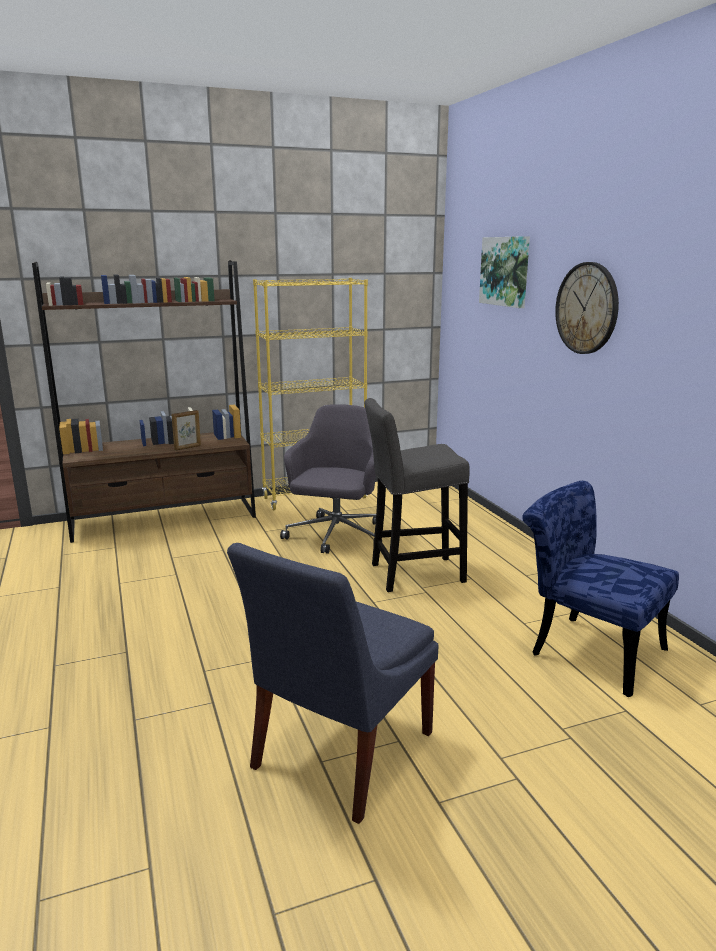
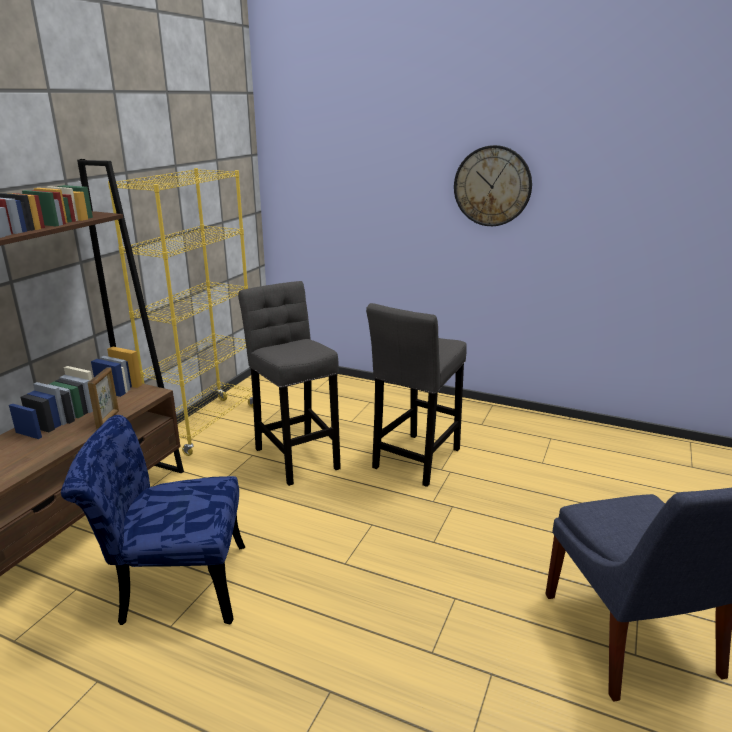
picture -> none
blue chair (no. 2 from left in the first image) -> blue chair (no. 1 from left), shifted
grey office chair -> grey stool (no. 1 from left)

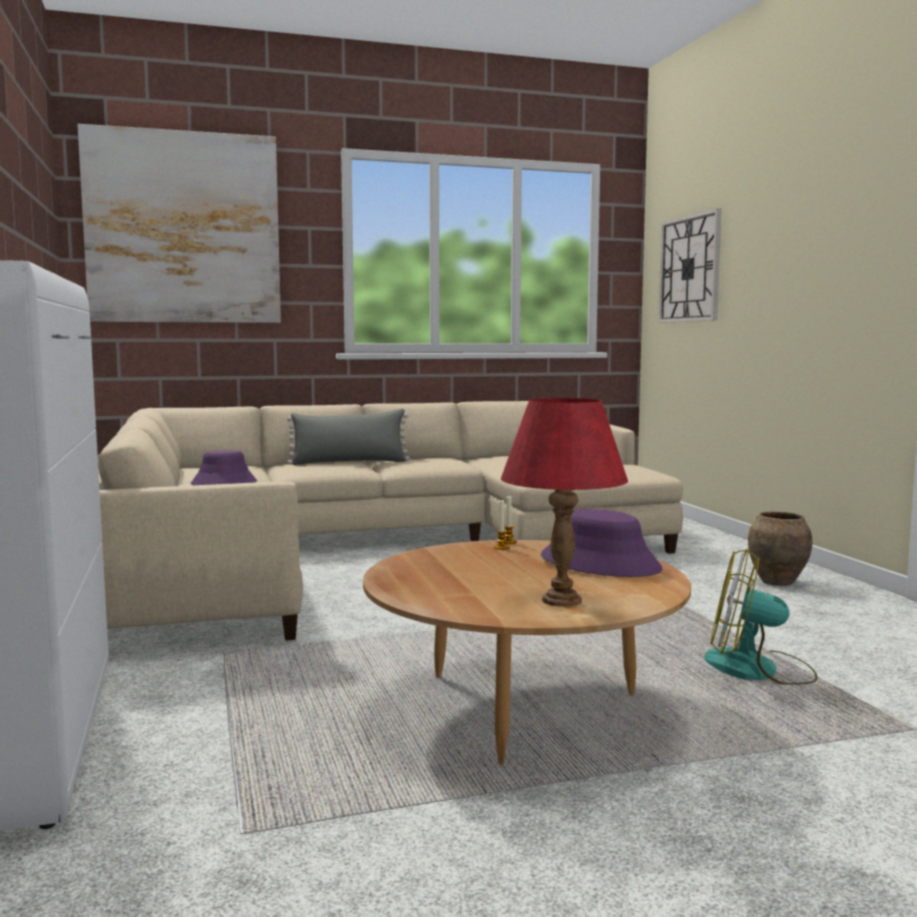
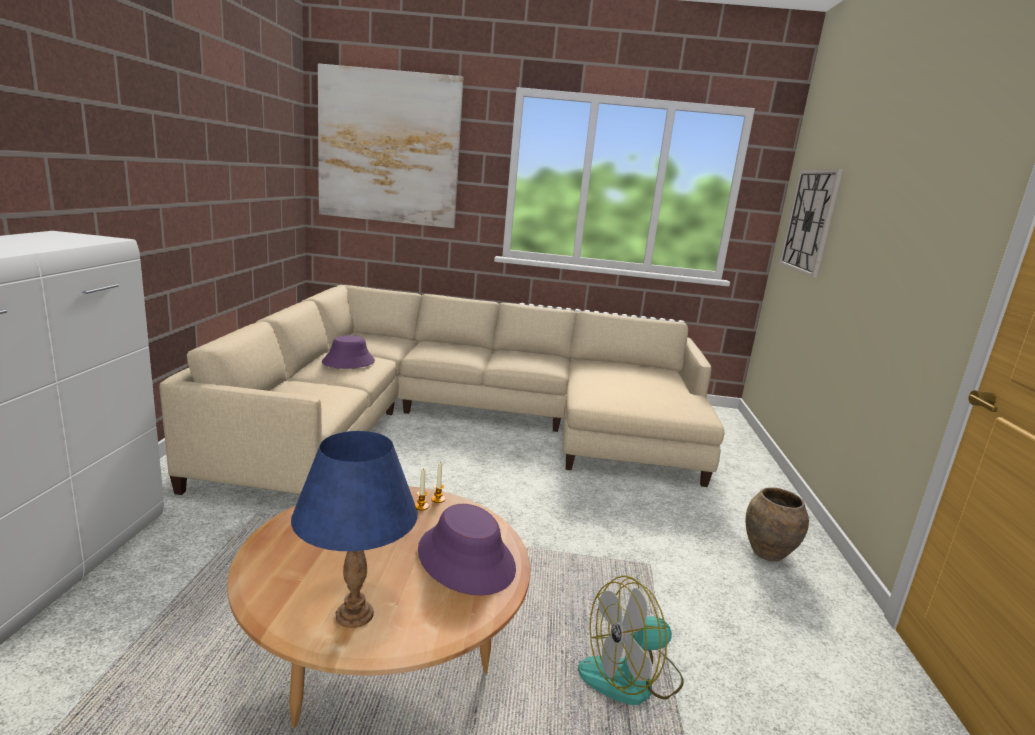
grey pillow -> none
red table lamp -> blue table lamp
fan, 60 degrees counterclockwise

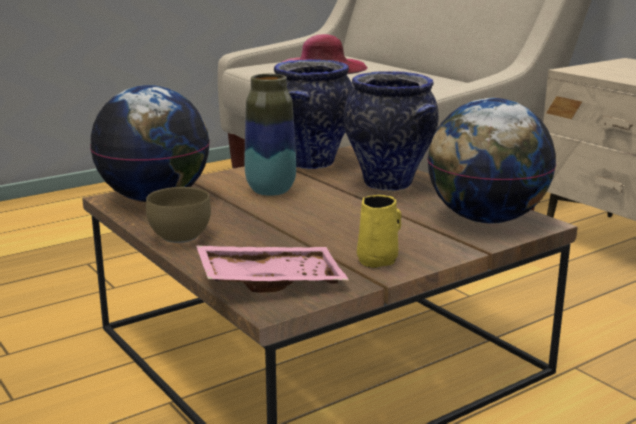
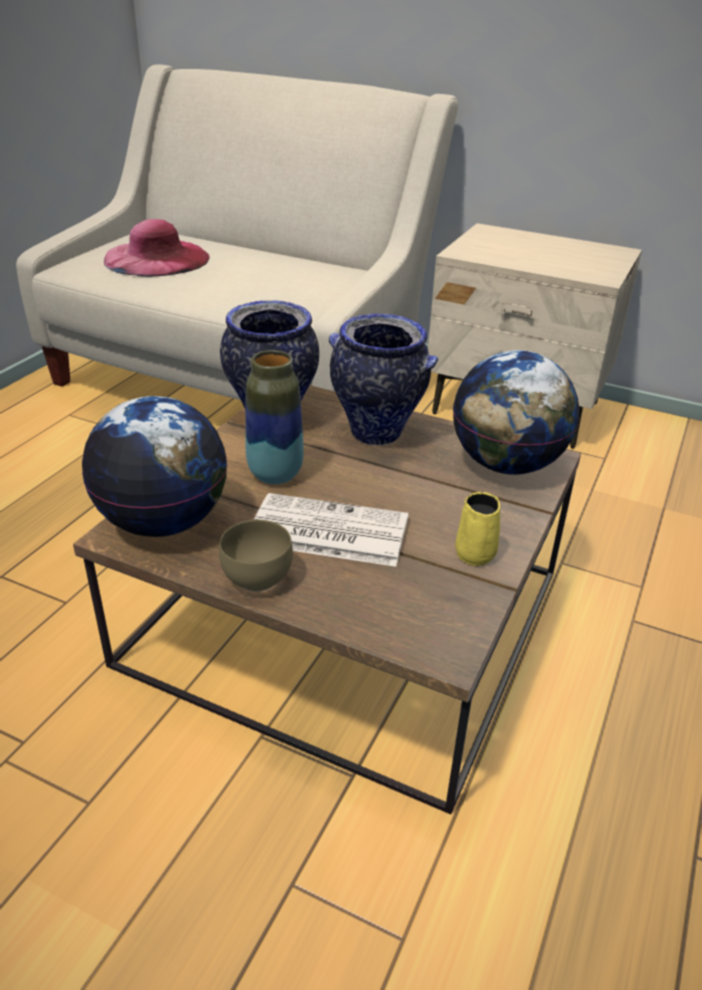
pink tray -> none
none -> newspaper

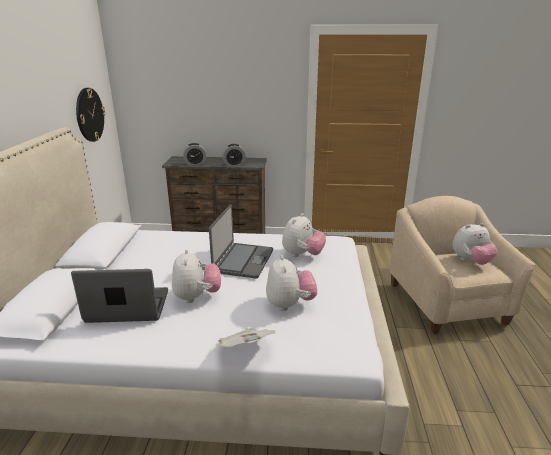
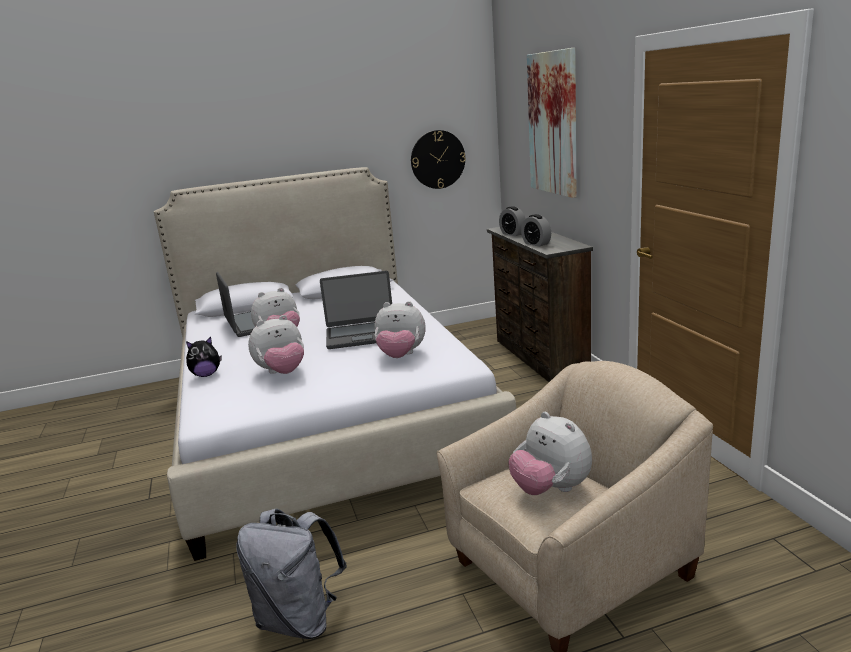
none -> grey backpack
none -> picture
newspaper -> plush toy (no. 1 from left)

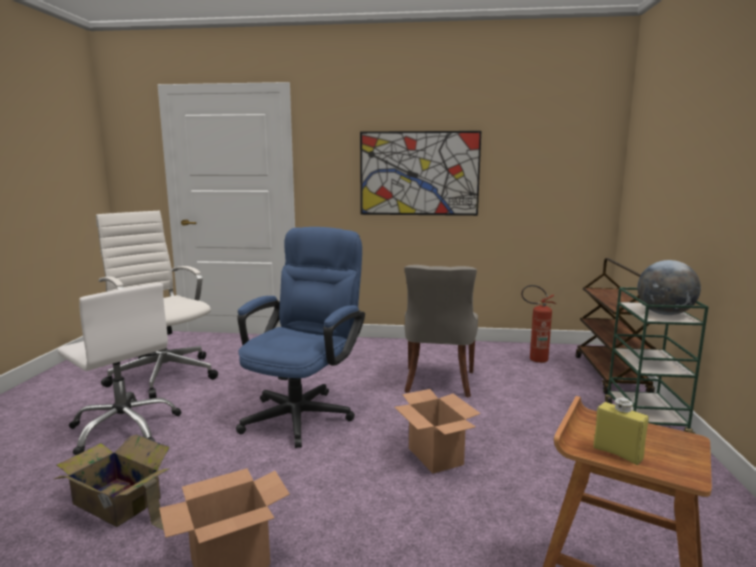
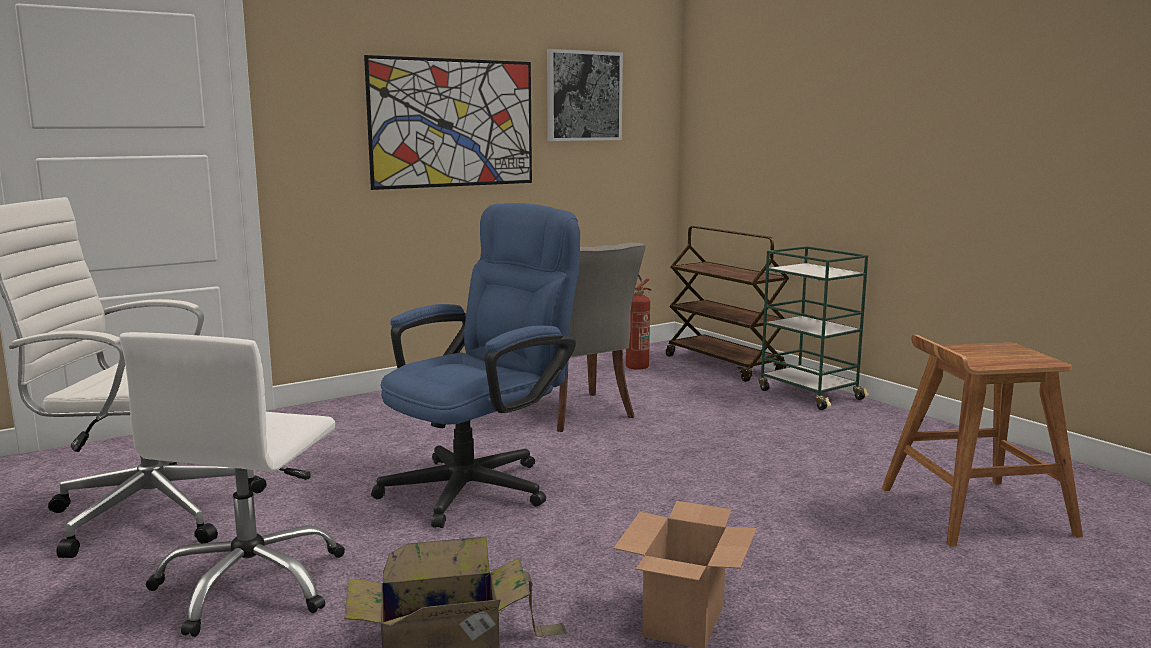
cardboard box (no. 3 from left) -> none
yellow bottle -> none
globe -> none
none -> picture (no. 2 from left)
white office chair (no. 1 from left in the first image) -> white office chair (no. 2 from left), 105 degrees clockwise
blue office chair, 60 degrees clockwise

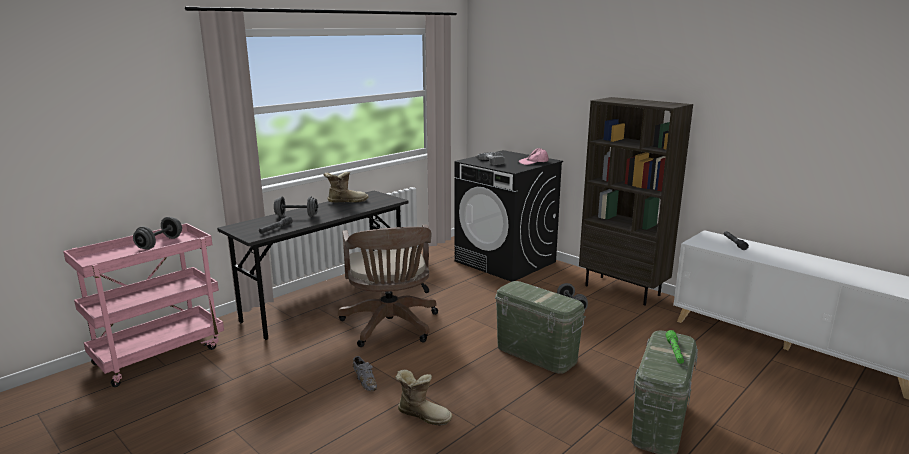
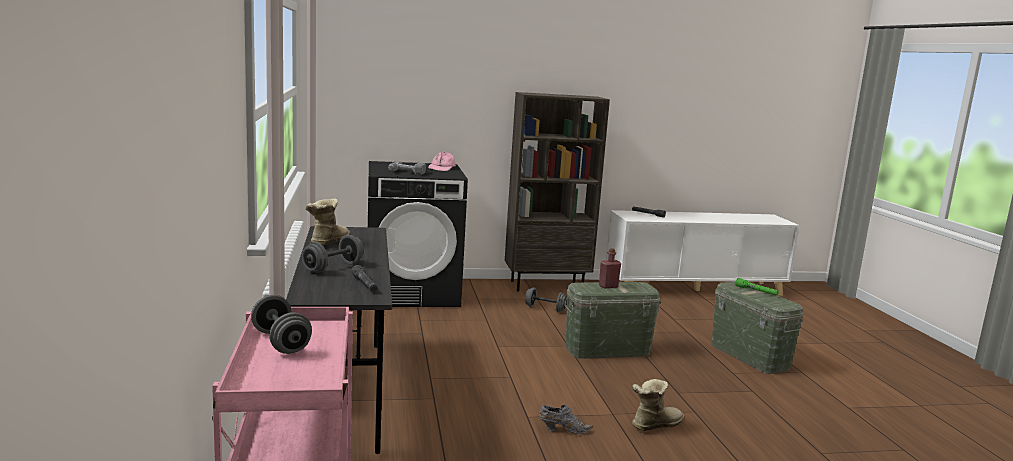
brown office chair -> none
none -> red bottle

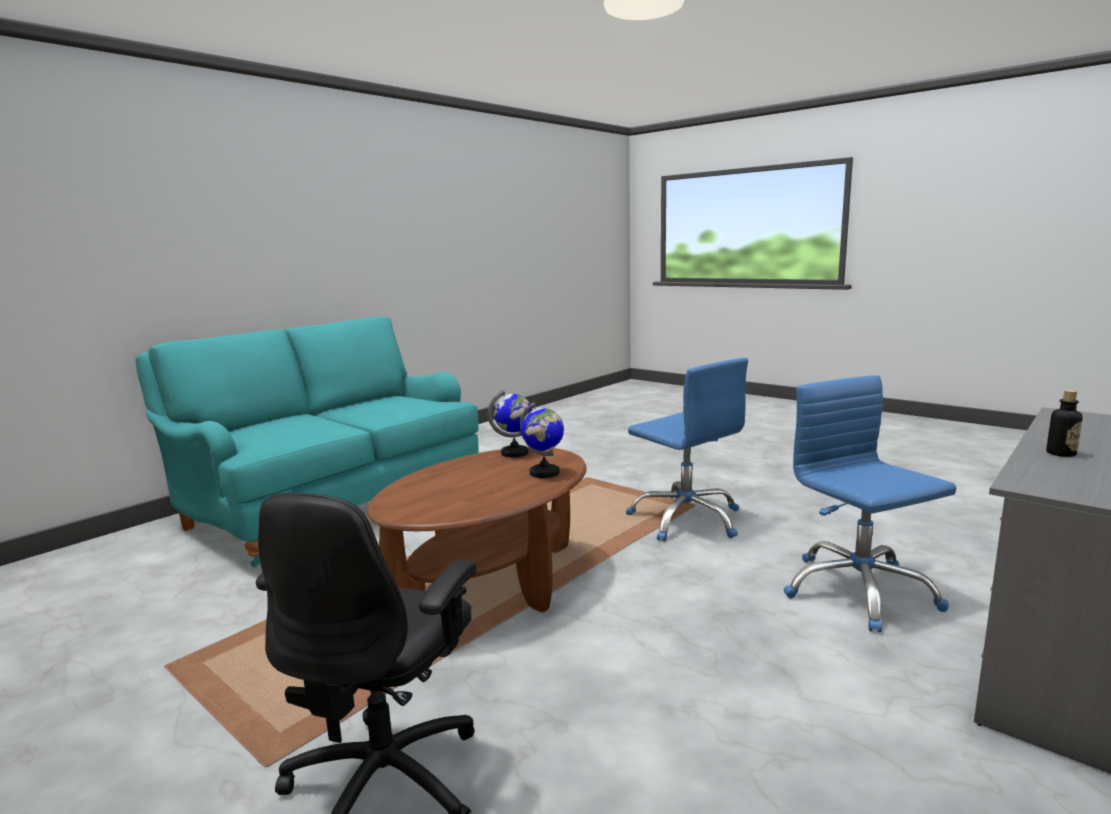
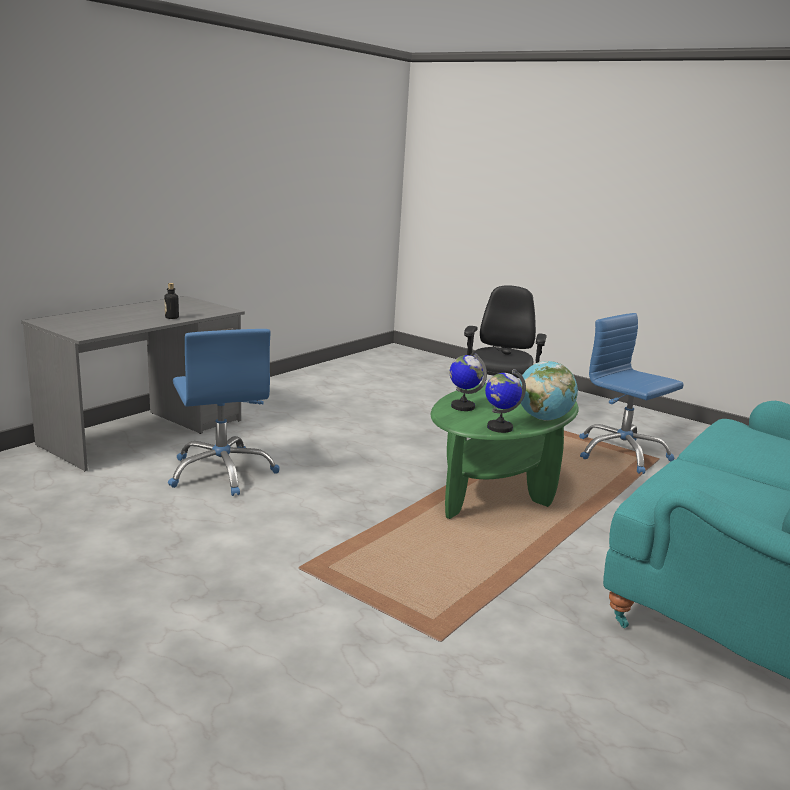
none -> globe (no. 3 from left)
blue office chair (no. 1 from left in the first image) -> blue office chair (no. 2 from left), shifted
brown coffee table -> green coffee table

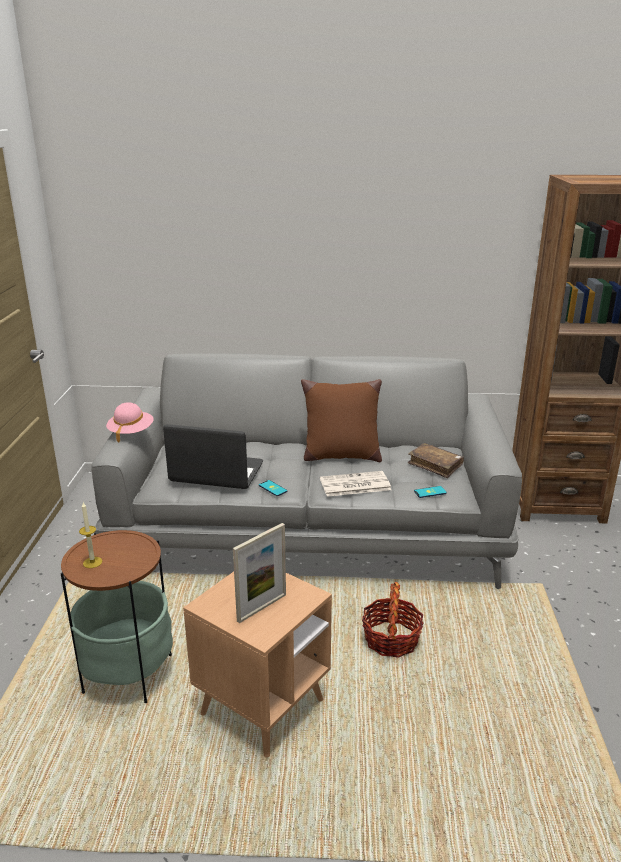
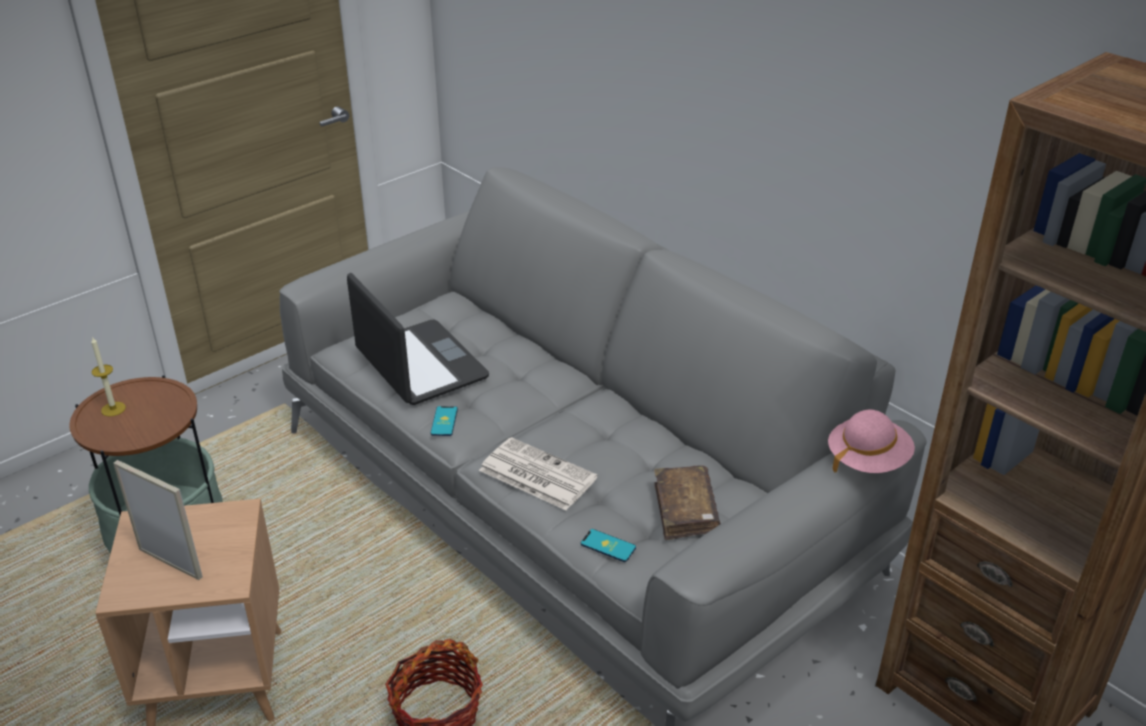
brown pillow -> none
pink hat, shifted
picture frame, 150 degrees counterclockwise

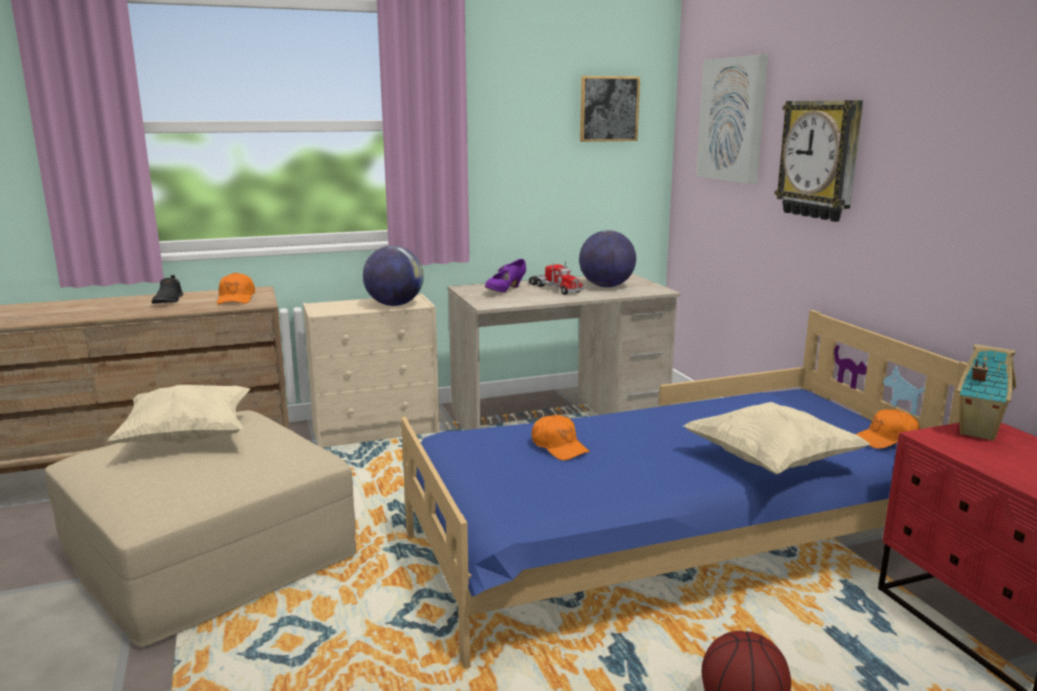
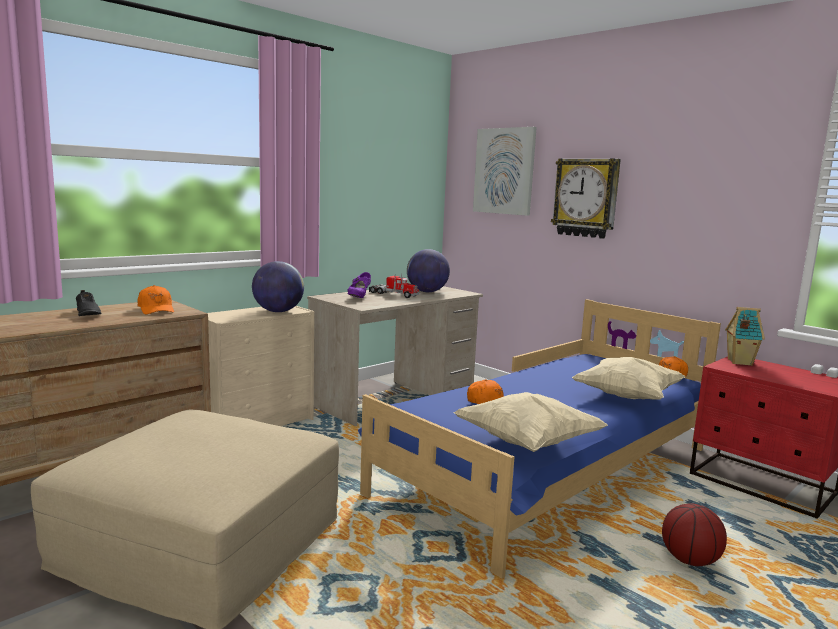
picture (no. 1 from left) -> none
beige pillow (no. 1 from left), shifted

